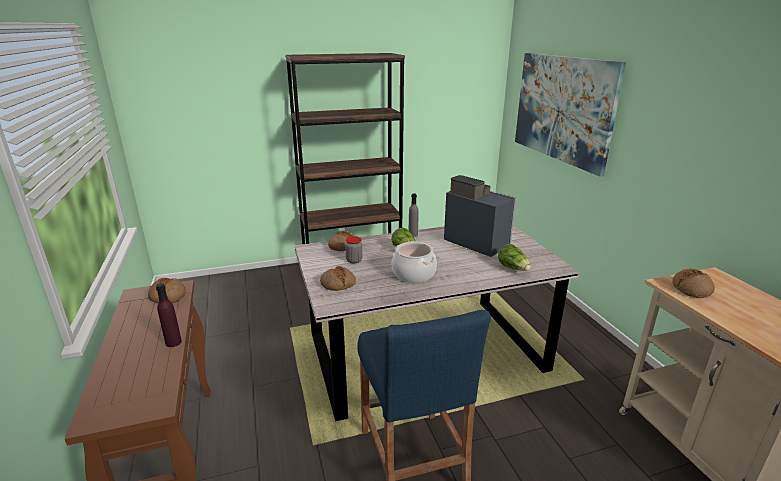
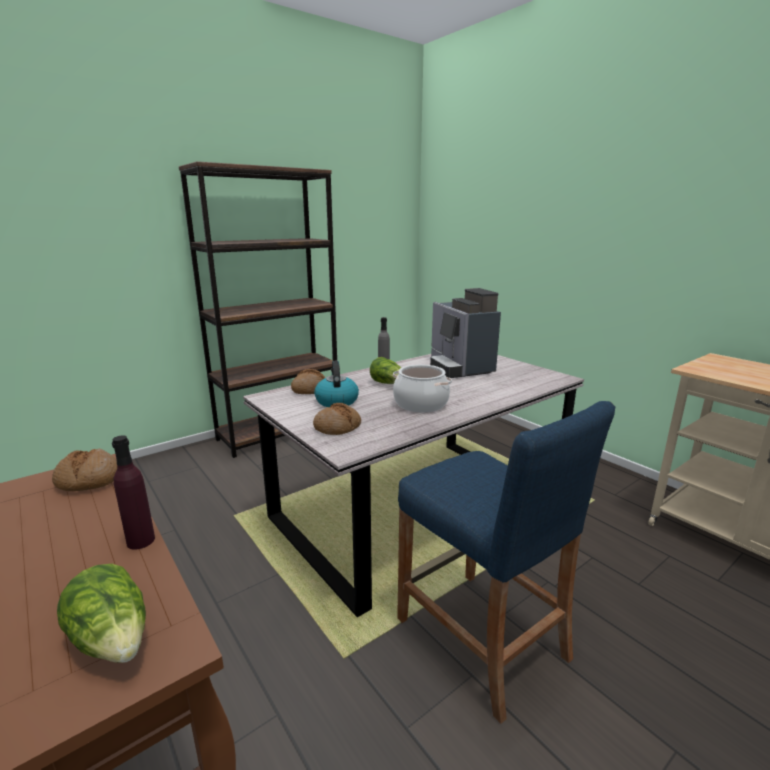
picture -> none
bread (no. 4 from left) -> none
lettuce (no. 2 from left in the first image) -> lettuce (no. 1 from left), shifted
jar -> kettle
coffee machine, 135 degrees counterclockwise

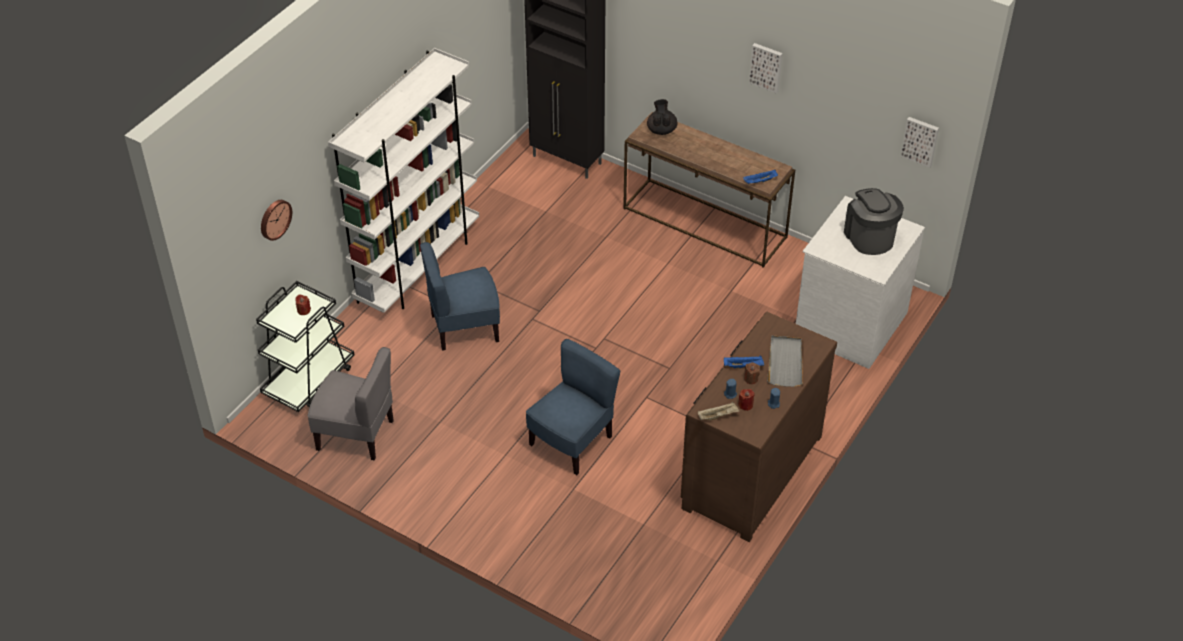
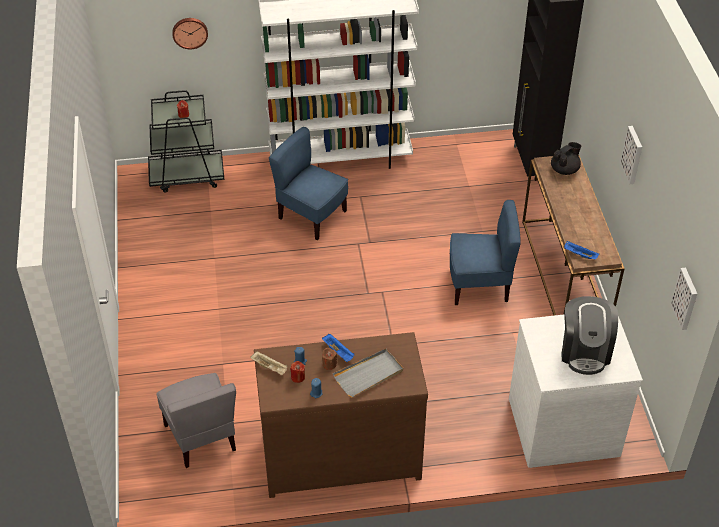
grey chair, shifted
blue chair (no. 2 from left), shifted
coffee machine, 150 degrees clockwise

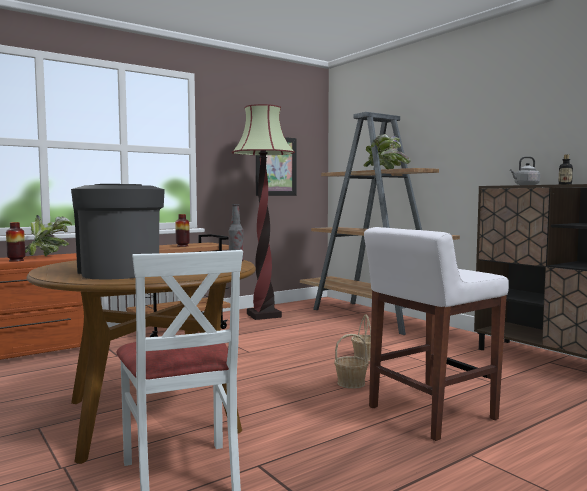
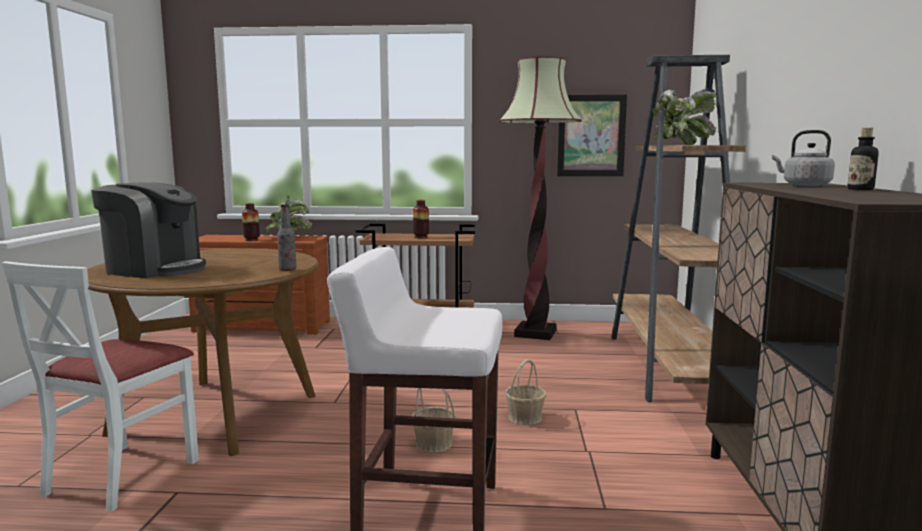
coffee machine, 90 degrees clockwise

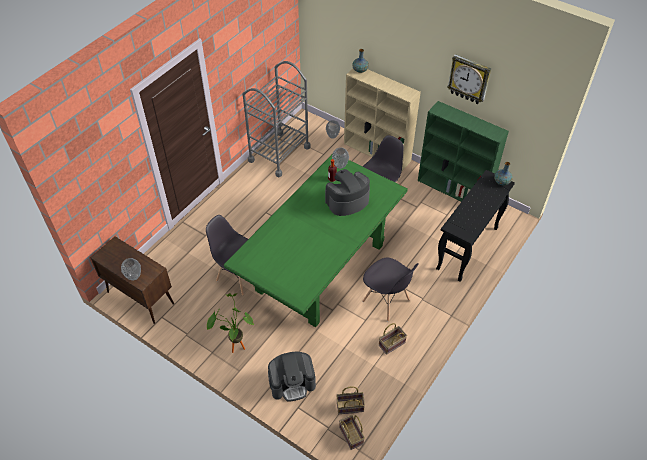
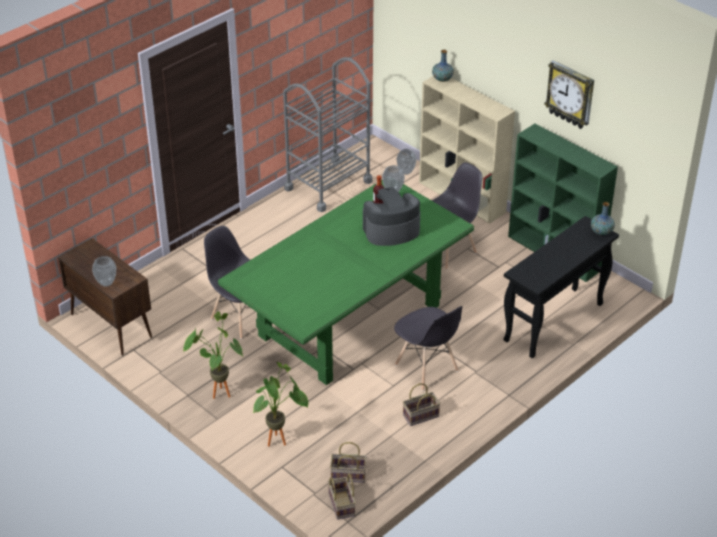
coffee machine (no. 1 from left) -> potted plant (no. 2 from left)

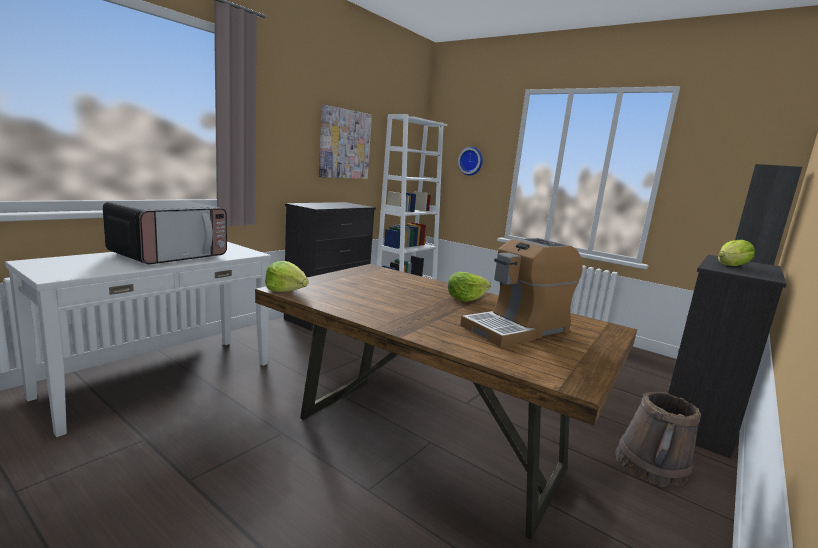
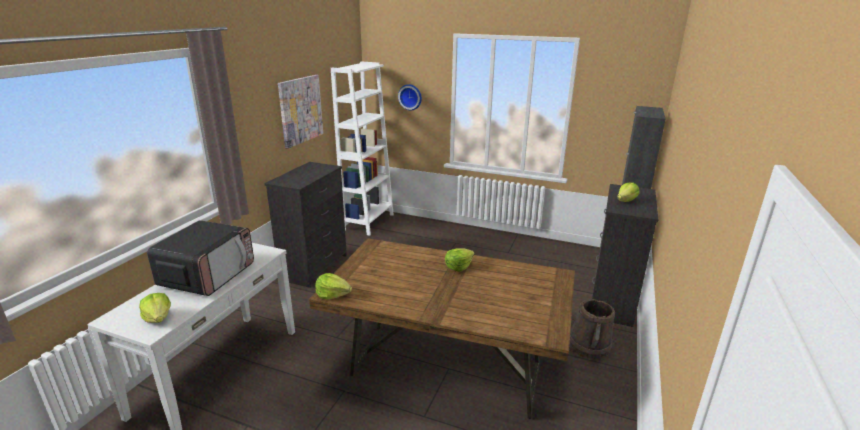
coffee machine -> none
none -> lettuce (no. 1 from left)

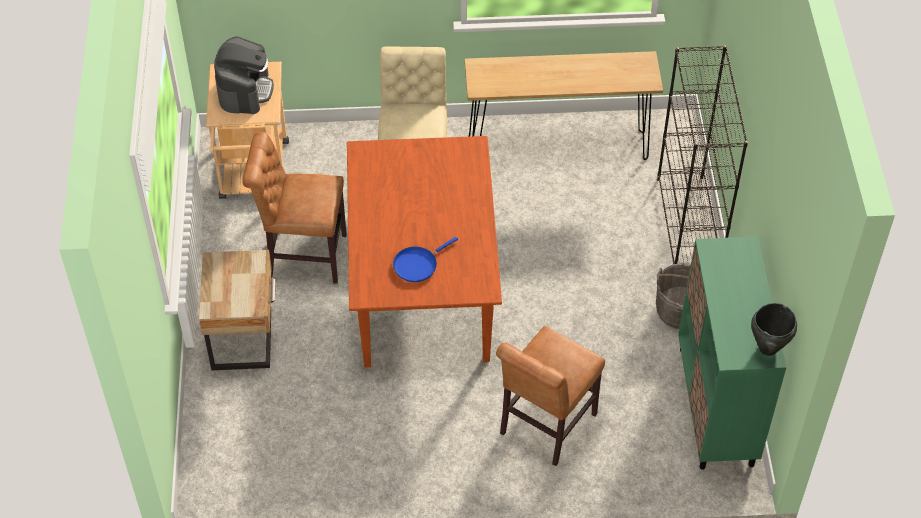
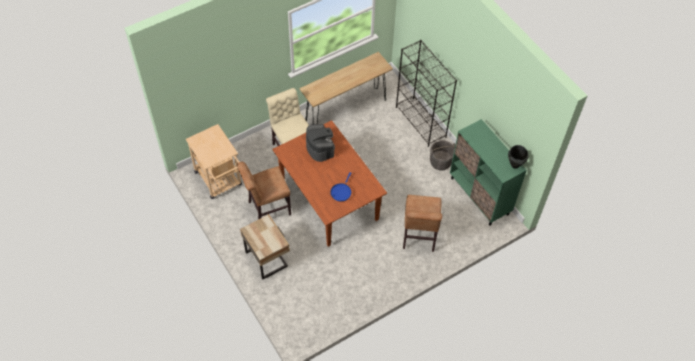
coffee machine, shifted

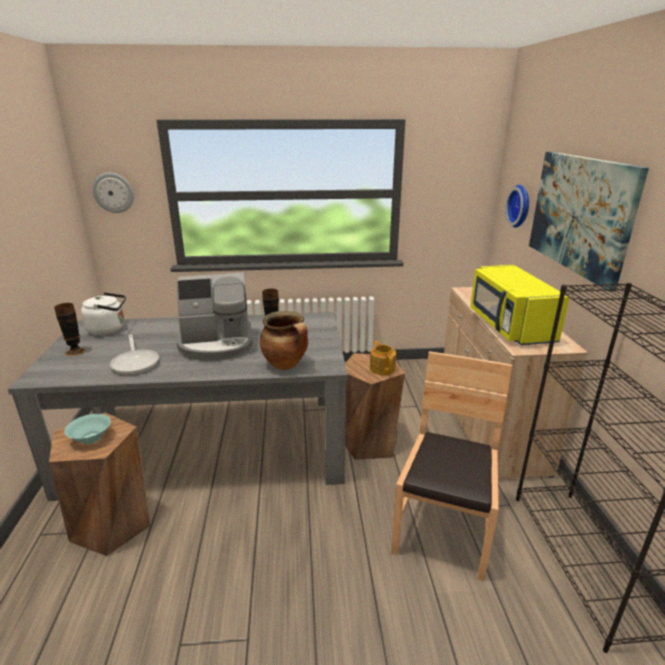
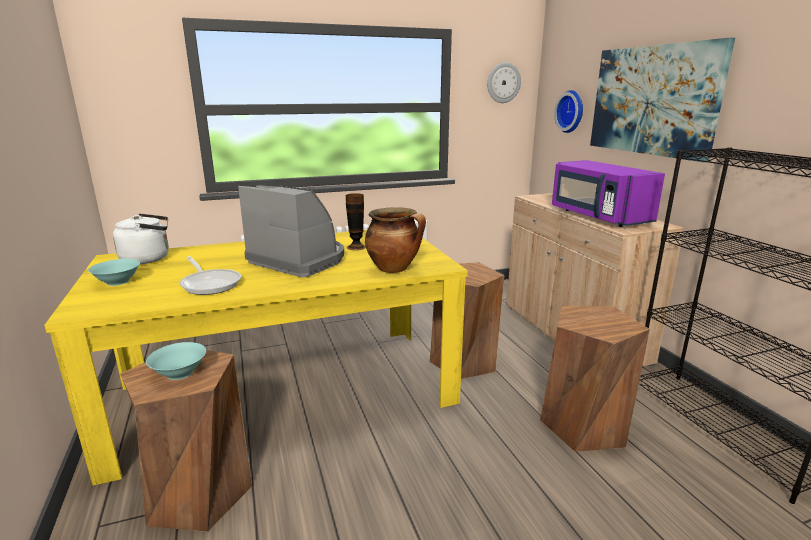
teapot -> none
wall clock (no. 1 from left), shifted
vase (no. 1 from left) -> turquoise bowl (no. 1 from left)
brown chair -> brown stool (no. 3 from left)
grey dining table -> yellow dining table
yellow microwave -> purple microwave
coffee machine, 120 degrees counterclockwise

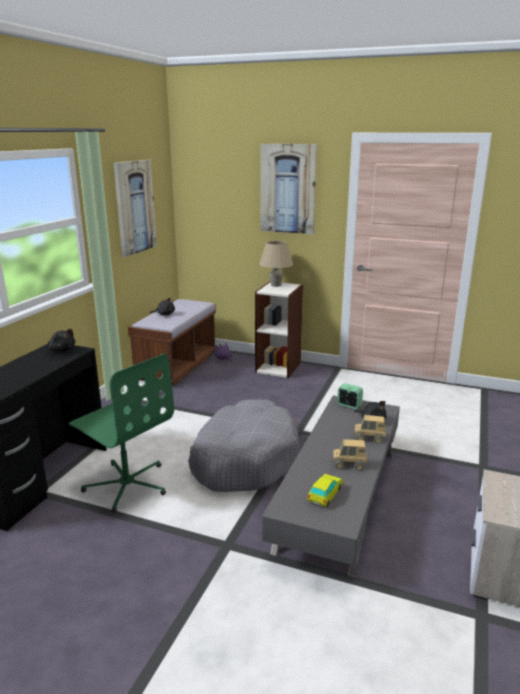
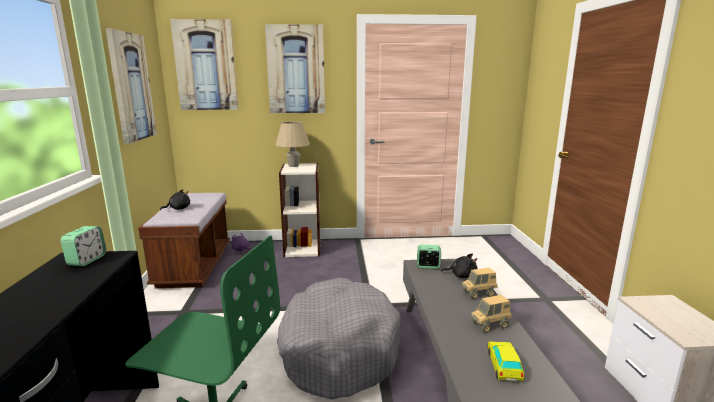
none -> picture (no. 2 from left)
black plush toy (no. 1 from left) -> alarm clock (no. 1 from left)

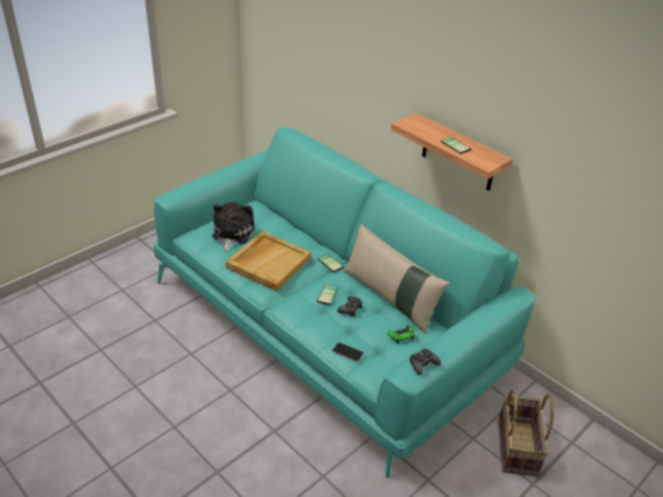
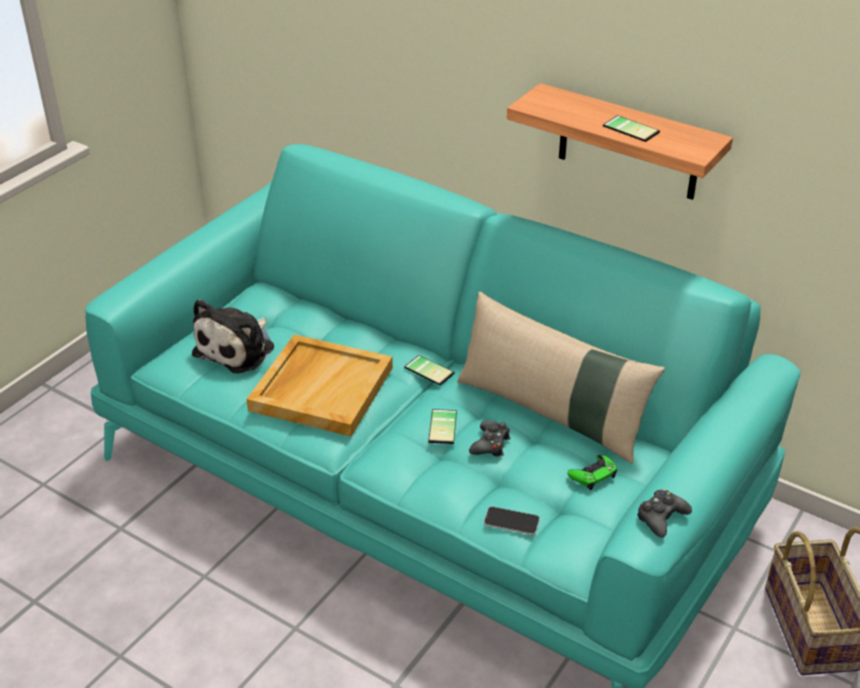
plush toy, 150 degrees counterclockwise

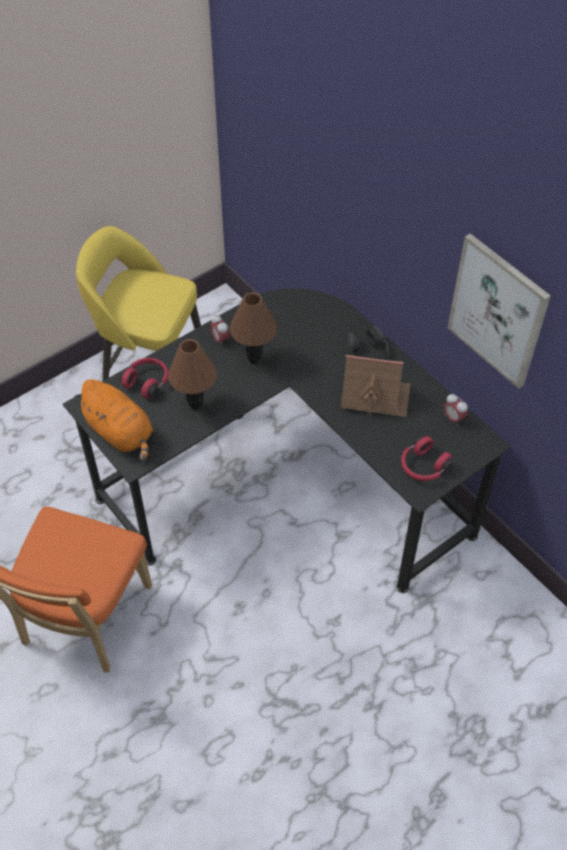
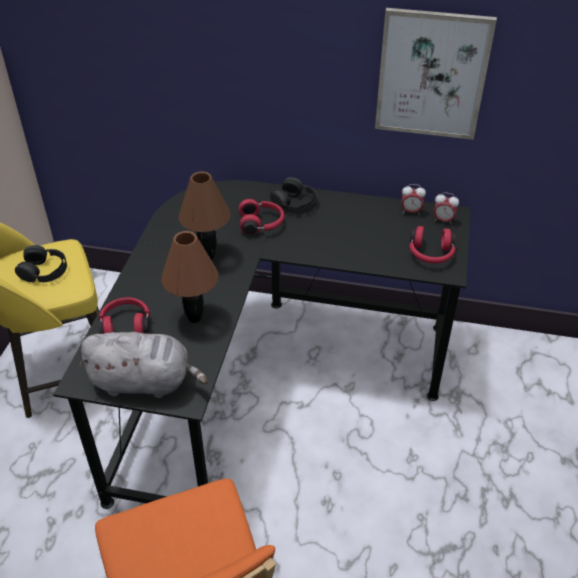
toy house -> none
none -> black headphones (no. 1 from left)
none -> red headphones (no. 2 from left)
alarm clock (no. 1 from left in the first image) -> alarm clock (no. 2 from left), shifted
orange plush toy -> grey plush toy

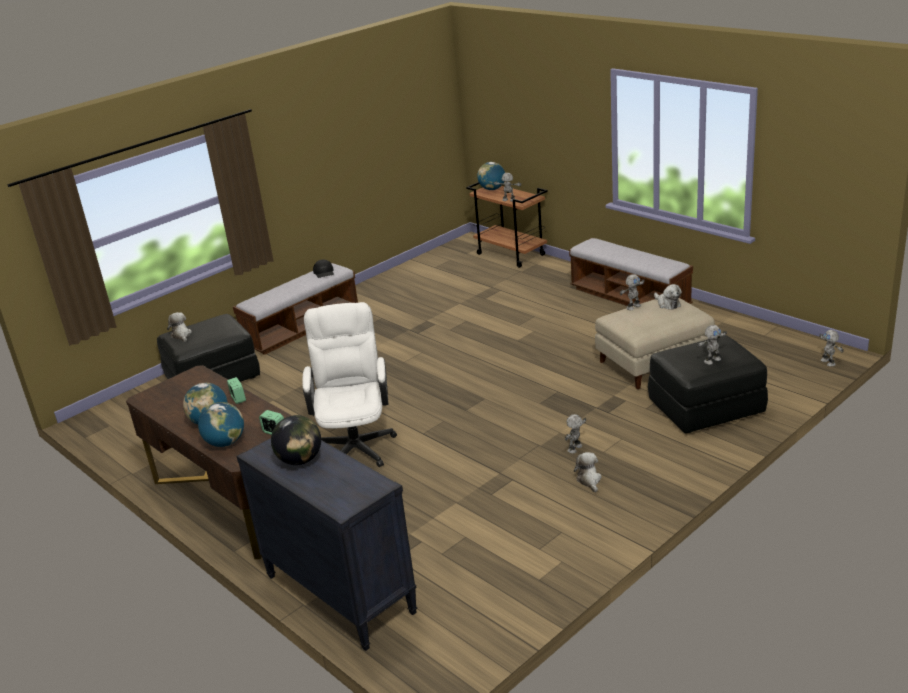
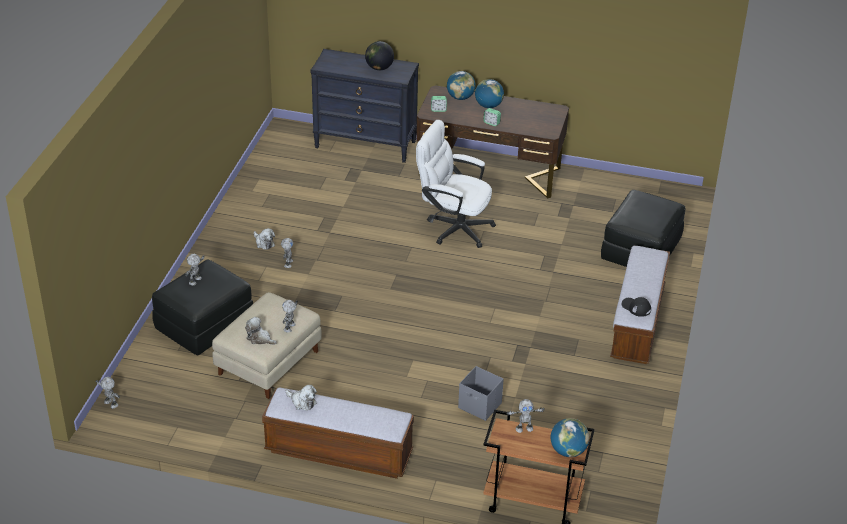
none -> grey storage box
plush toy (no. 1 from left in the first image) -> plush toy (no. 3 from left), shifted
white office chair, 150 degrees clockwise

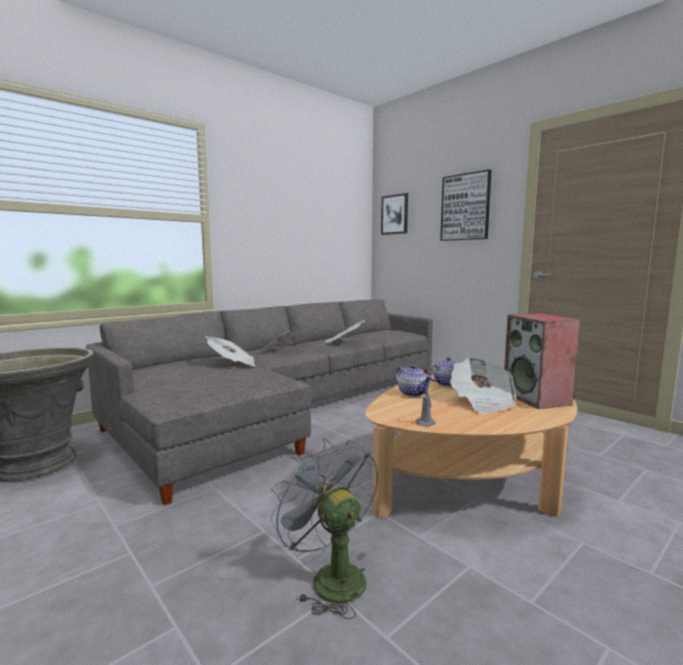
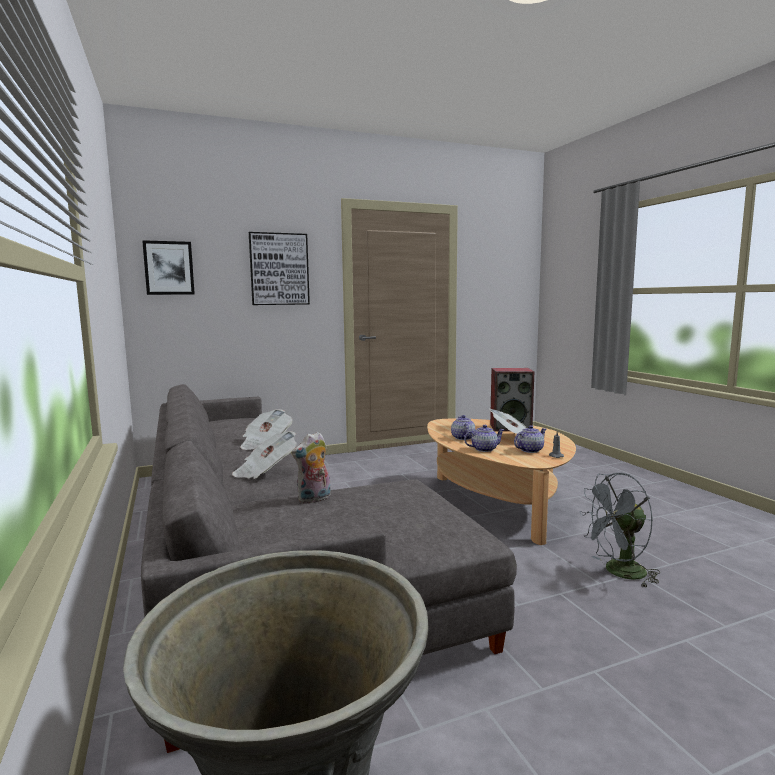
none -> teapot (no. 3 from left)
newspaper (no. 1 from left) -> plush toy

